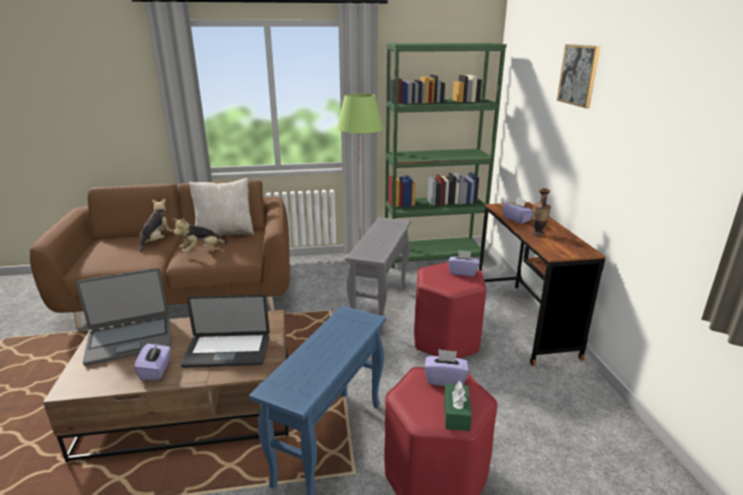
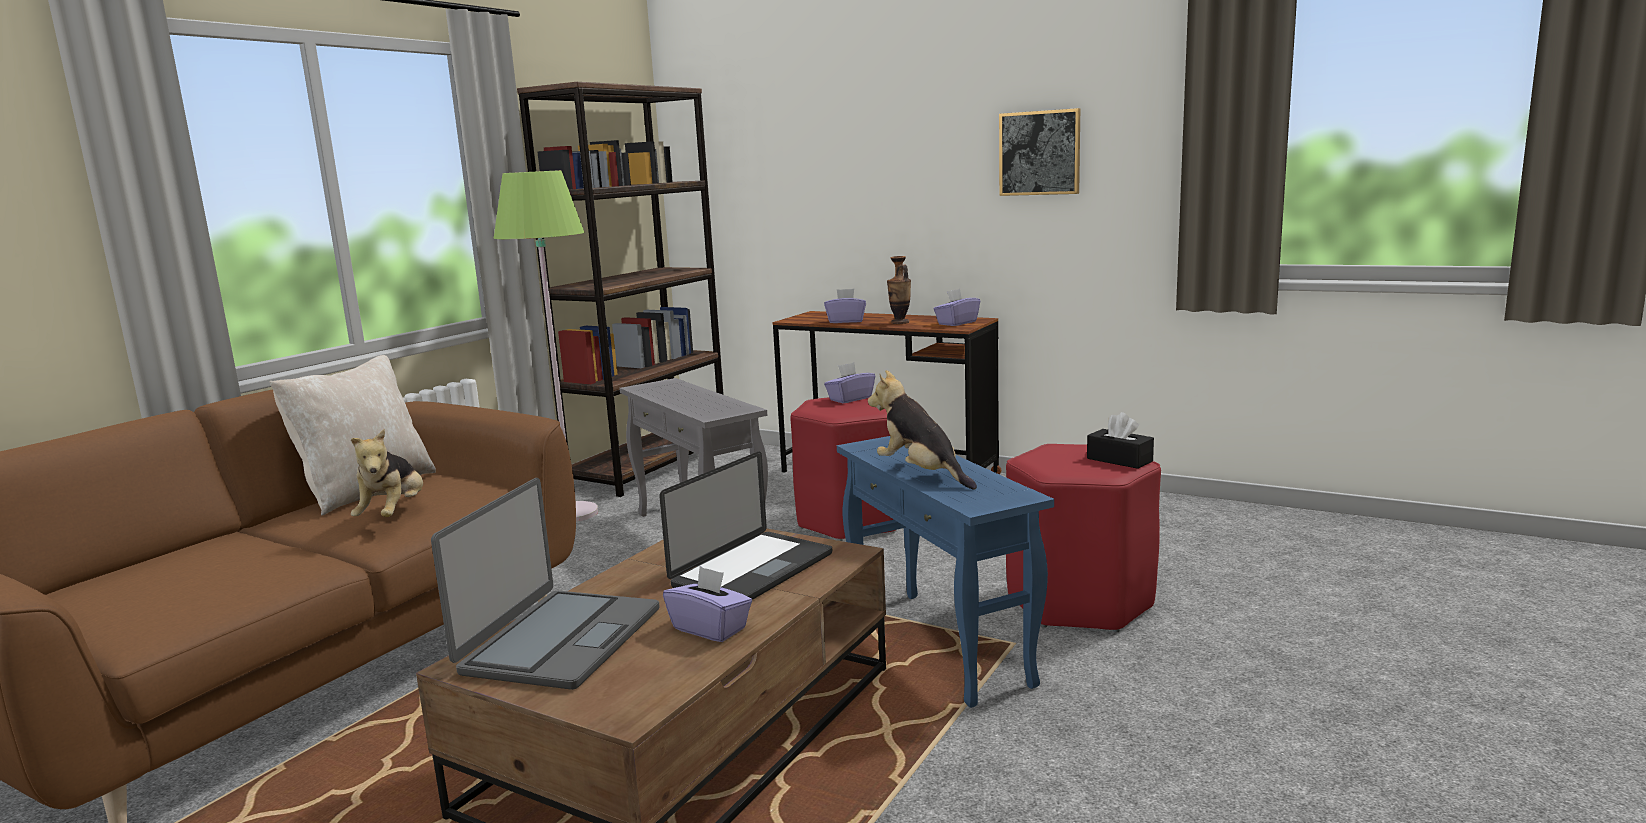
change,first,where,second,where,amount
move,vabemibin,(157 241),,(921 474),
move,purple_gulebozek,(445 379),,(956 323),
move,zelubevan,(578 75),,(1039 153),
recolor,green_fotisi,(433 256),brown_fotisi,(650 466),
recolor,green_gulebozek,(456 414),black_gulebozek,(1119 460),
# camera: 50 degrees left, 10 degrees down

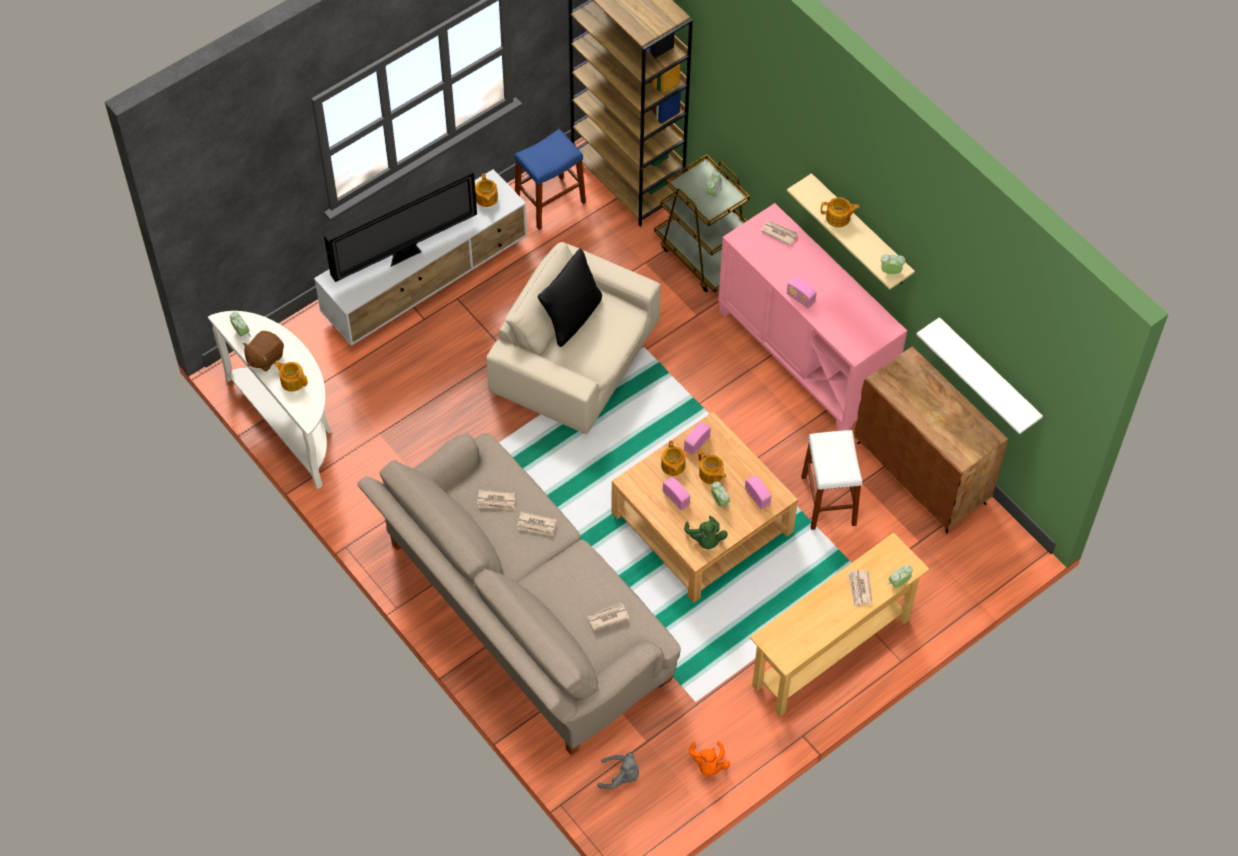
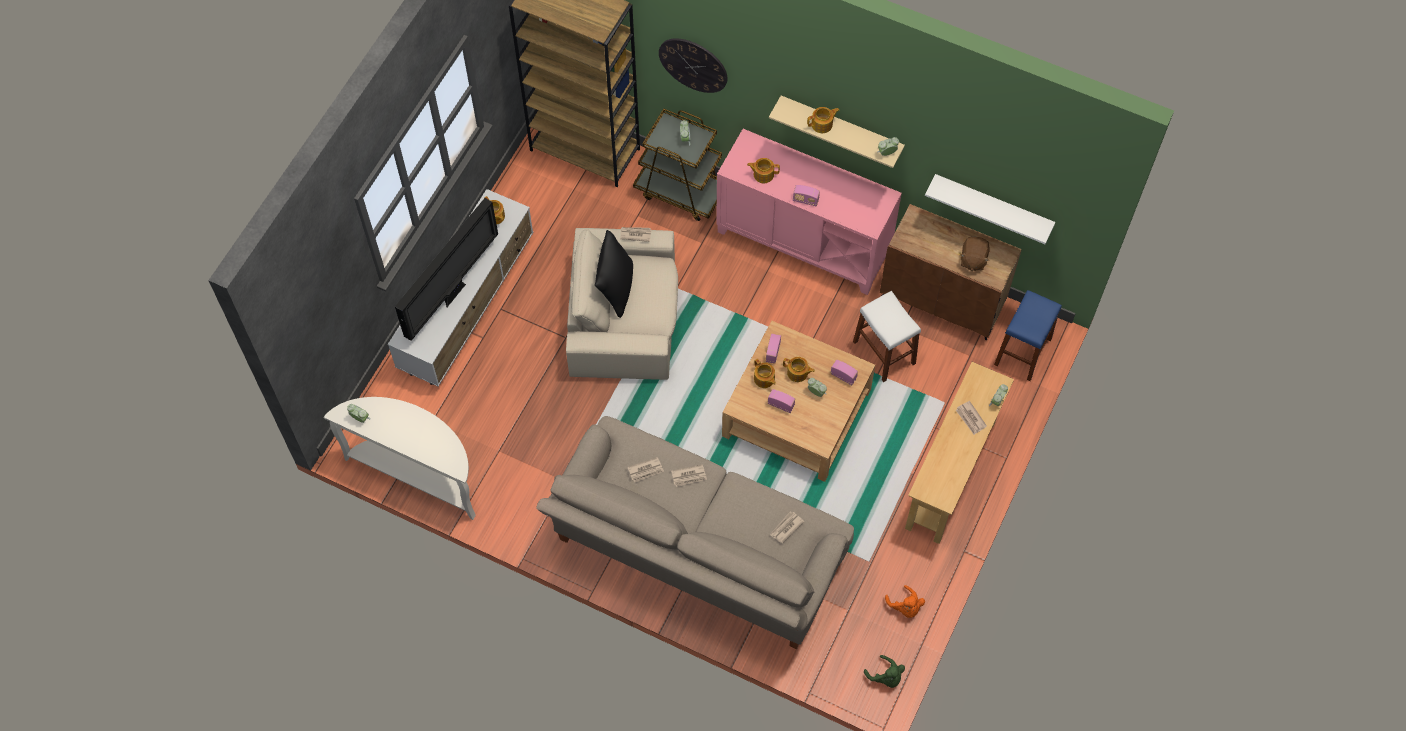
change,first,where,second,where,amount
delete,grey_vabemibin,(621 776),,,
insert,,,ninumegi,(693 65),
move,brown_vabemibin,(265 357),,(973 259),
move,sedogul,(292 381),,(763 174),
move,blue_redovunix,(550 202),,(1022 352),
move,green_vabemibin,(705 539),,(886 677),
move,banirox,(779 233),,(635 234),
# camera: 25 degrees left, 5 degrees up

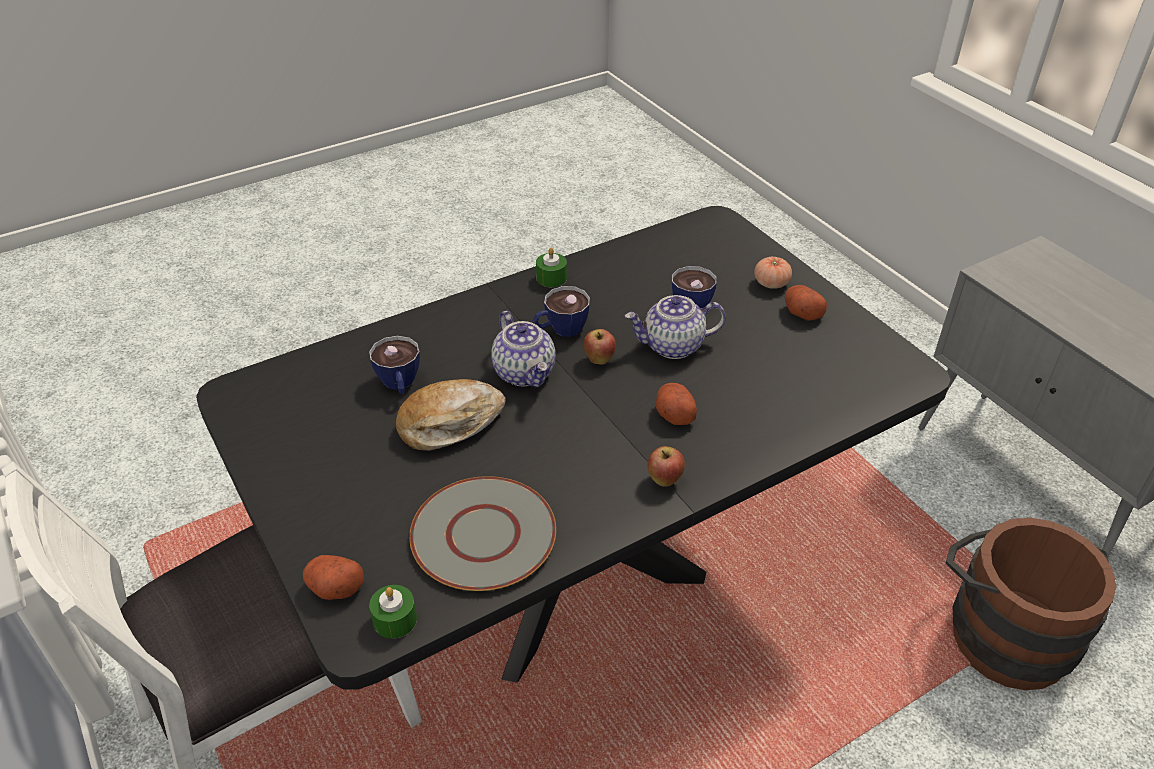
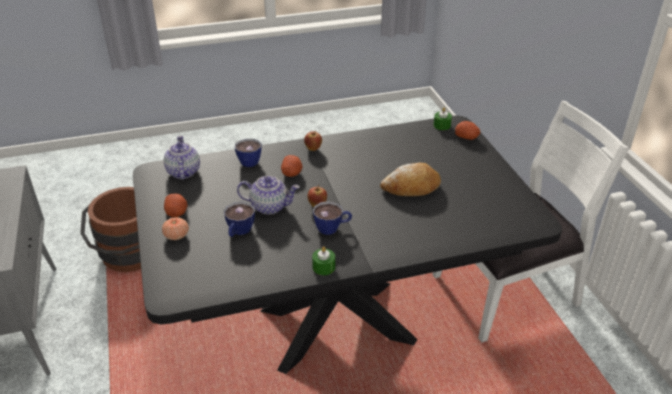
change,first,where,second,where,amount
delete,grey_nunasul,(484 535),,,
move,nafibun,(399 385),,(250 160),
move,sedogul,(525 373),,(183 172),
# camera: 165 degrees left, 5 degrees down

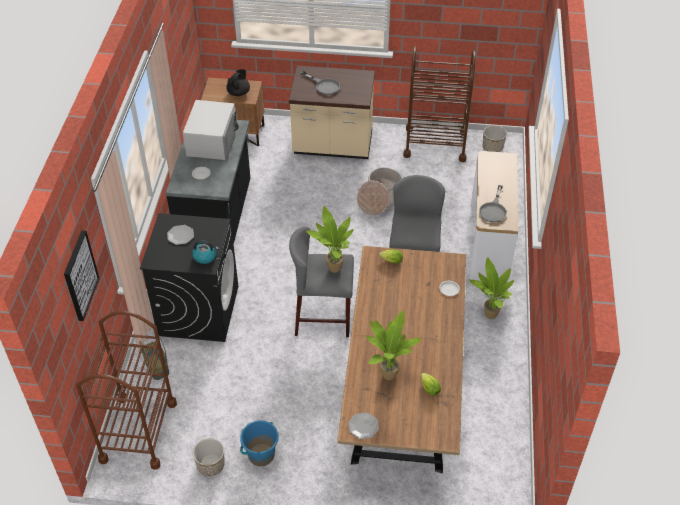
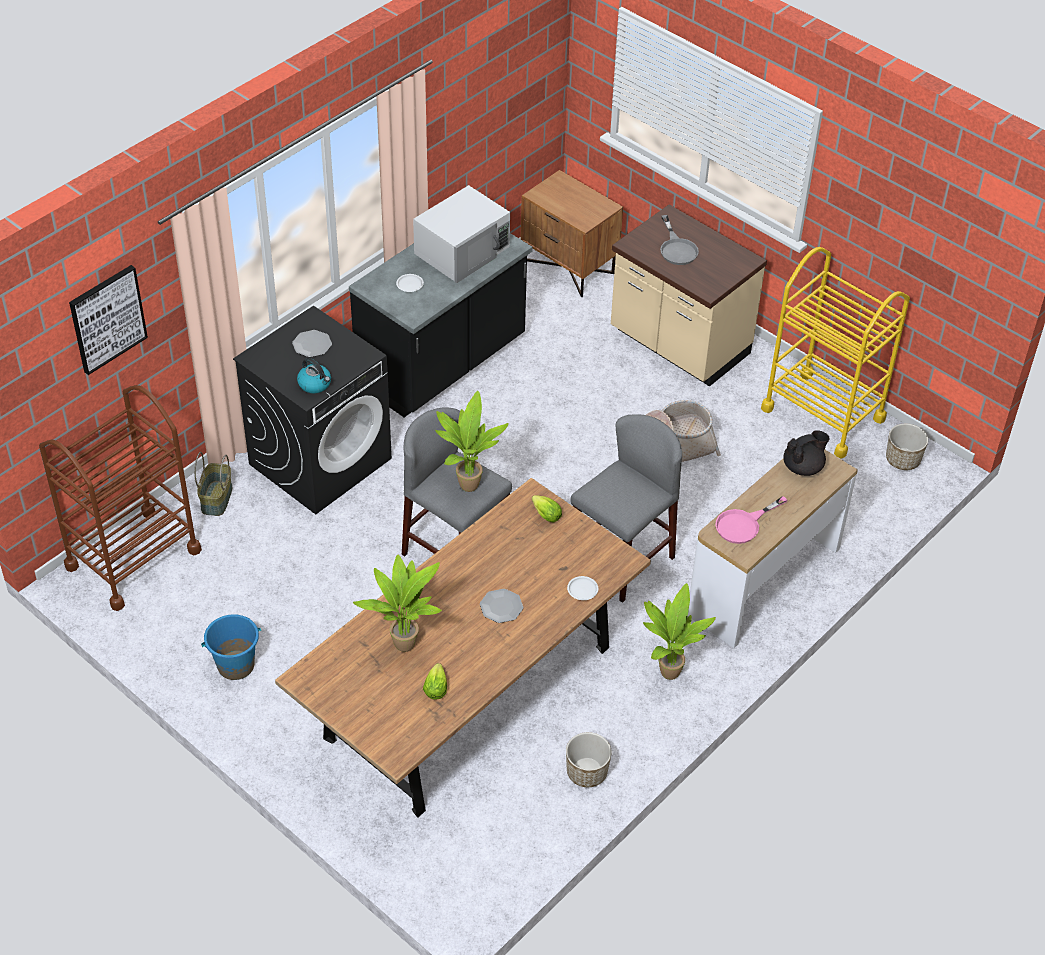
change,first,where,second,where,amount
move,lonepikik,(210 465),,(586 772),
move,black_sedogul,(239 92),,(803 467),
move,nunasul,(363 426),,(501 607),
recolor,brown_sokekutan,(435 144),yellow_sokekutan,(823 414),
recolor,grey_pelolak,(493 210),pink_pelolak,(743 524),
# camera: 35 degrees right, 0 degrees up

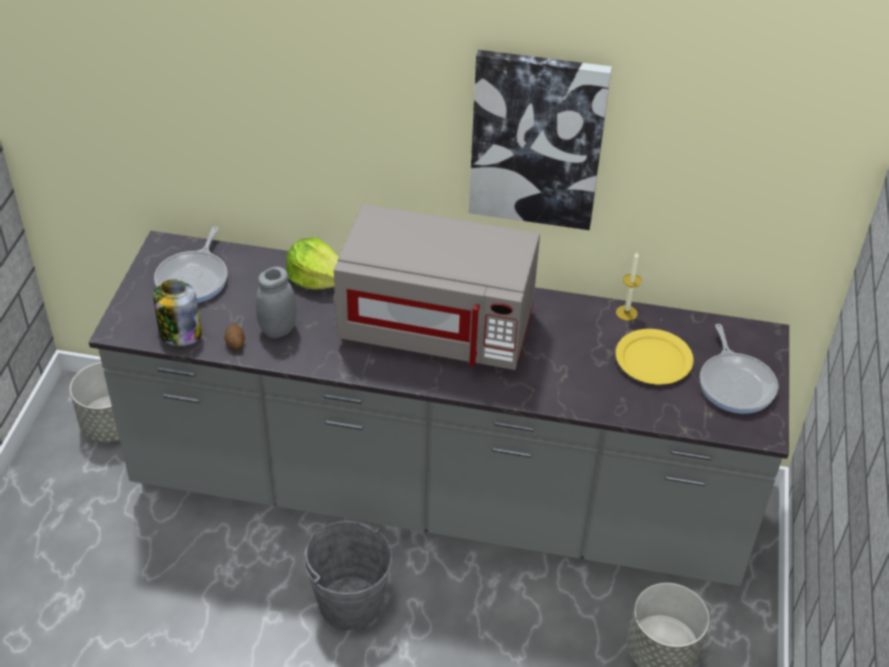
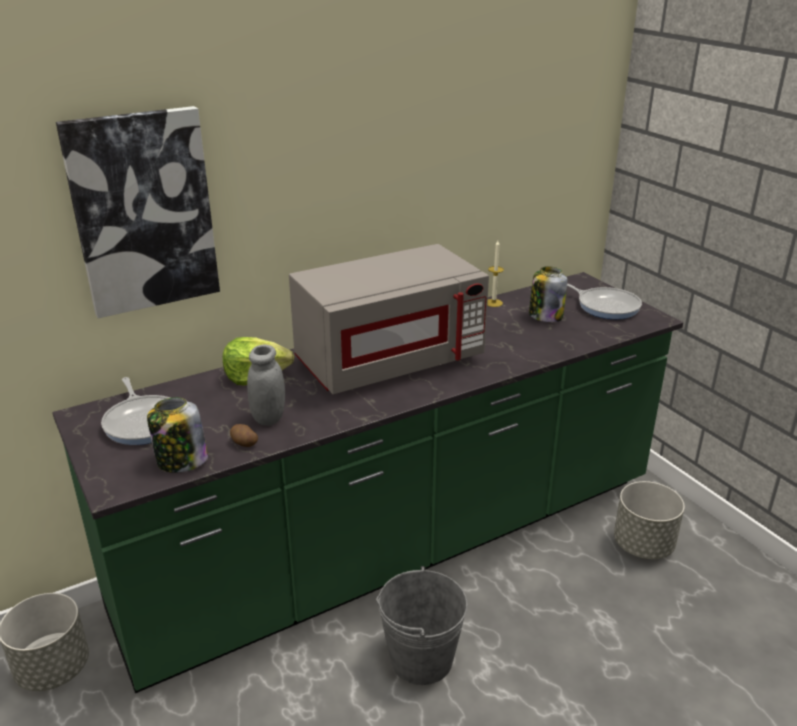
change,first,where,second,where,amount
move,zelubevan,(537 140),,(143 212),
replace,yellow_nunasul,(653 359),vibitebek,(545 316),
recolor,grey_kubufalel,(438 497),green_kubufalel,(398 547),
# camera: 40 degrees left, 15 degrees down

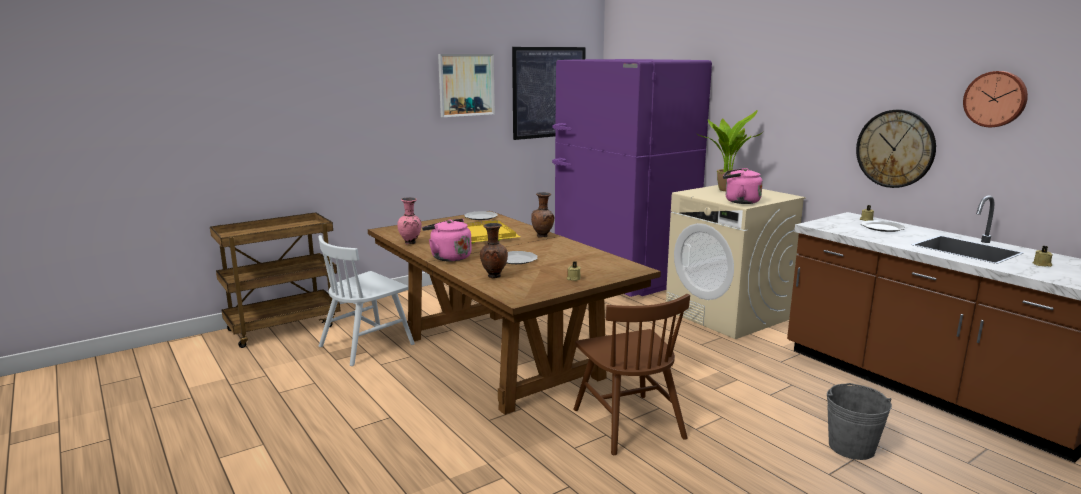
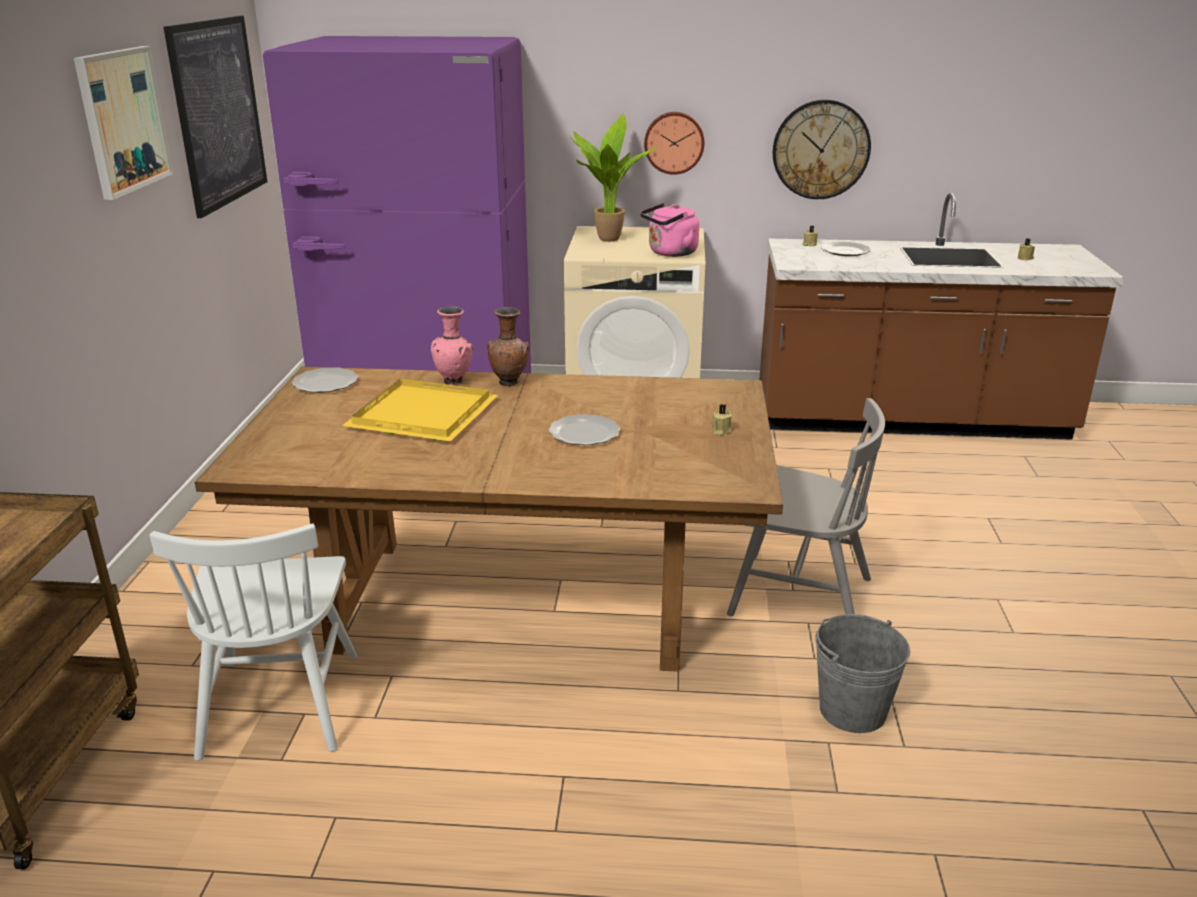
change,first,where,second,where,amount
delete,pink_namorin,(448 257),,,
delete,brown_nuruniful,(493 276),,,
move,pink_nuruniful,(411 243),,(454 382),
move,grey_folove,(851 447),,(852 710),
move,ninumegi,(995 99),,(674 142),
recolor,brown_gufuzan,(628 423),grey_gufuzan,(799 596),
# camera: 50 degrees left, 10 degrees up

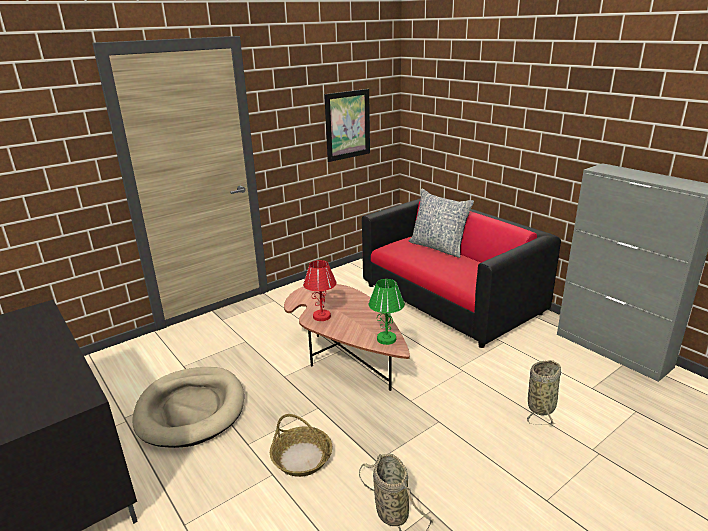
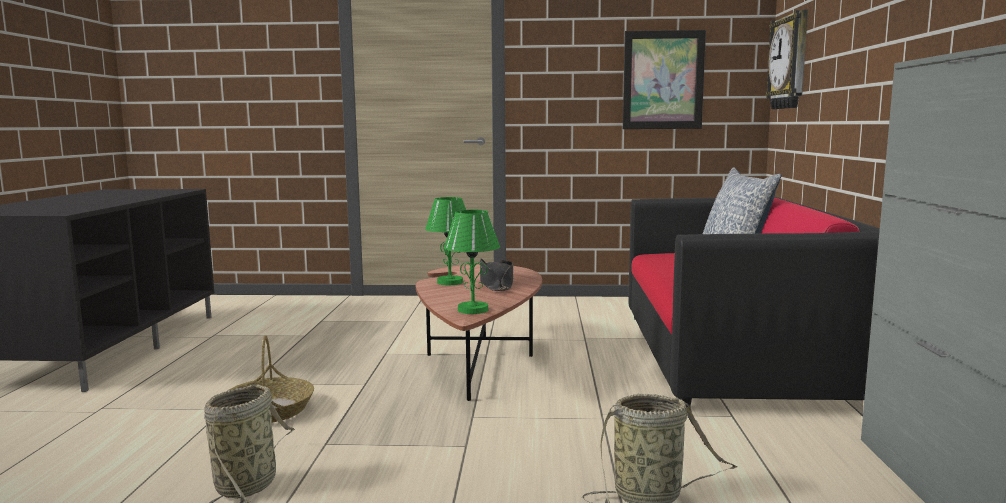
change,first,where,second,where,amount
delete,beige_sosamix,(191 409),,,
insert,,,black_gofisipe,(496 284),
insert,,,ninumegi,(790 62),
recolor,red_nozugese,(321 316),green_nozugese,(449 282),
# camera: 40 degrees right, 15 degrees down

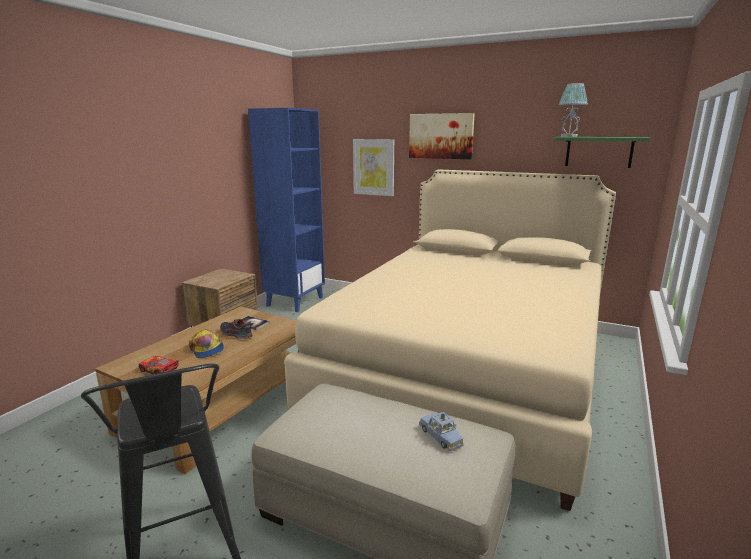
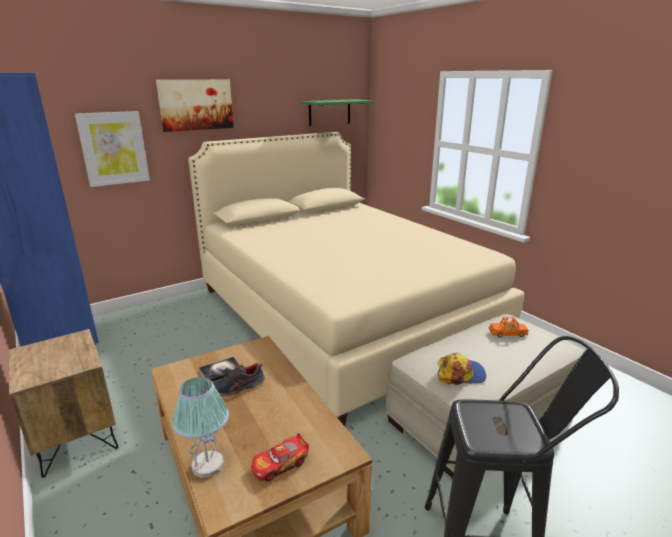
change,first,where,second,where,amount
move,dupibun,(207 349),,(460 374),
move,nozugese,(569 136),,(207 465),
recolor,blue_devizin,(441 436),orange_devizin,(507 333),
# camera: 60 degrees left, 5 degrees up

